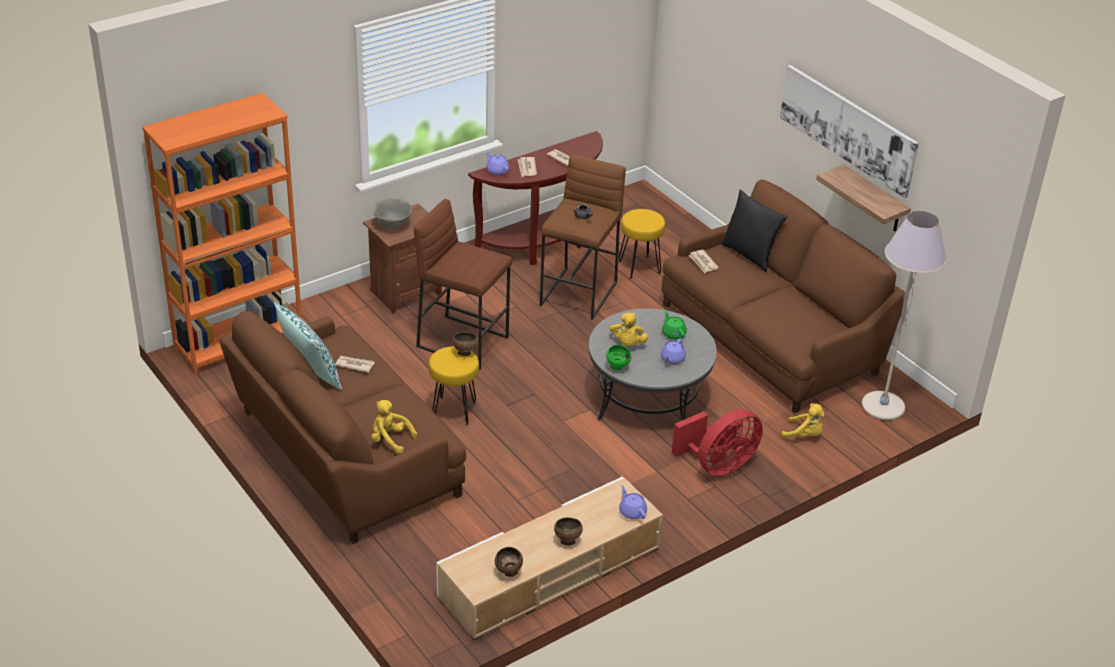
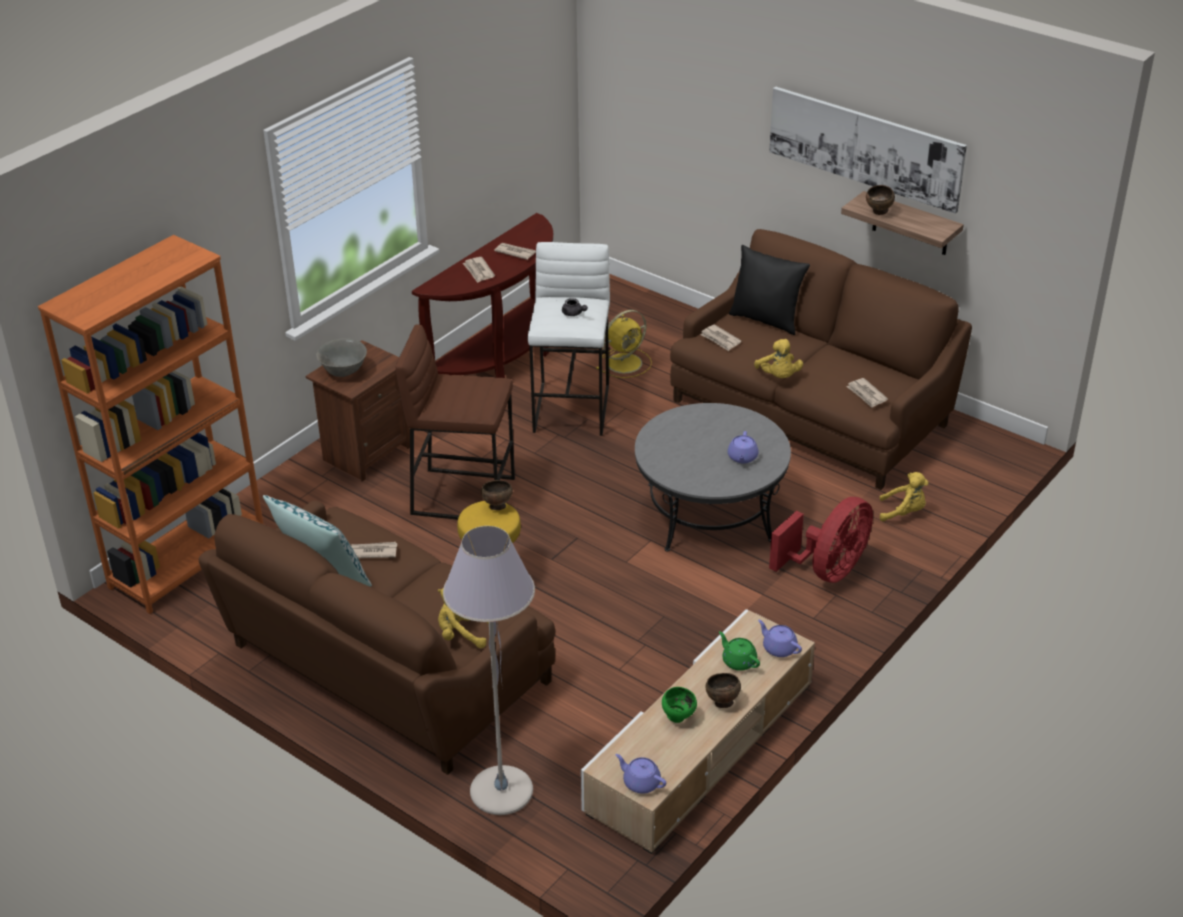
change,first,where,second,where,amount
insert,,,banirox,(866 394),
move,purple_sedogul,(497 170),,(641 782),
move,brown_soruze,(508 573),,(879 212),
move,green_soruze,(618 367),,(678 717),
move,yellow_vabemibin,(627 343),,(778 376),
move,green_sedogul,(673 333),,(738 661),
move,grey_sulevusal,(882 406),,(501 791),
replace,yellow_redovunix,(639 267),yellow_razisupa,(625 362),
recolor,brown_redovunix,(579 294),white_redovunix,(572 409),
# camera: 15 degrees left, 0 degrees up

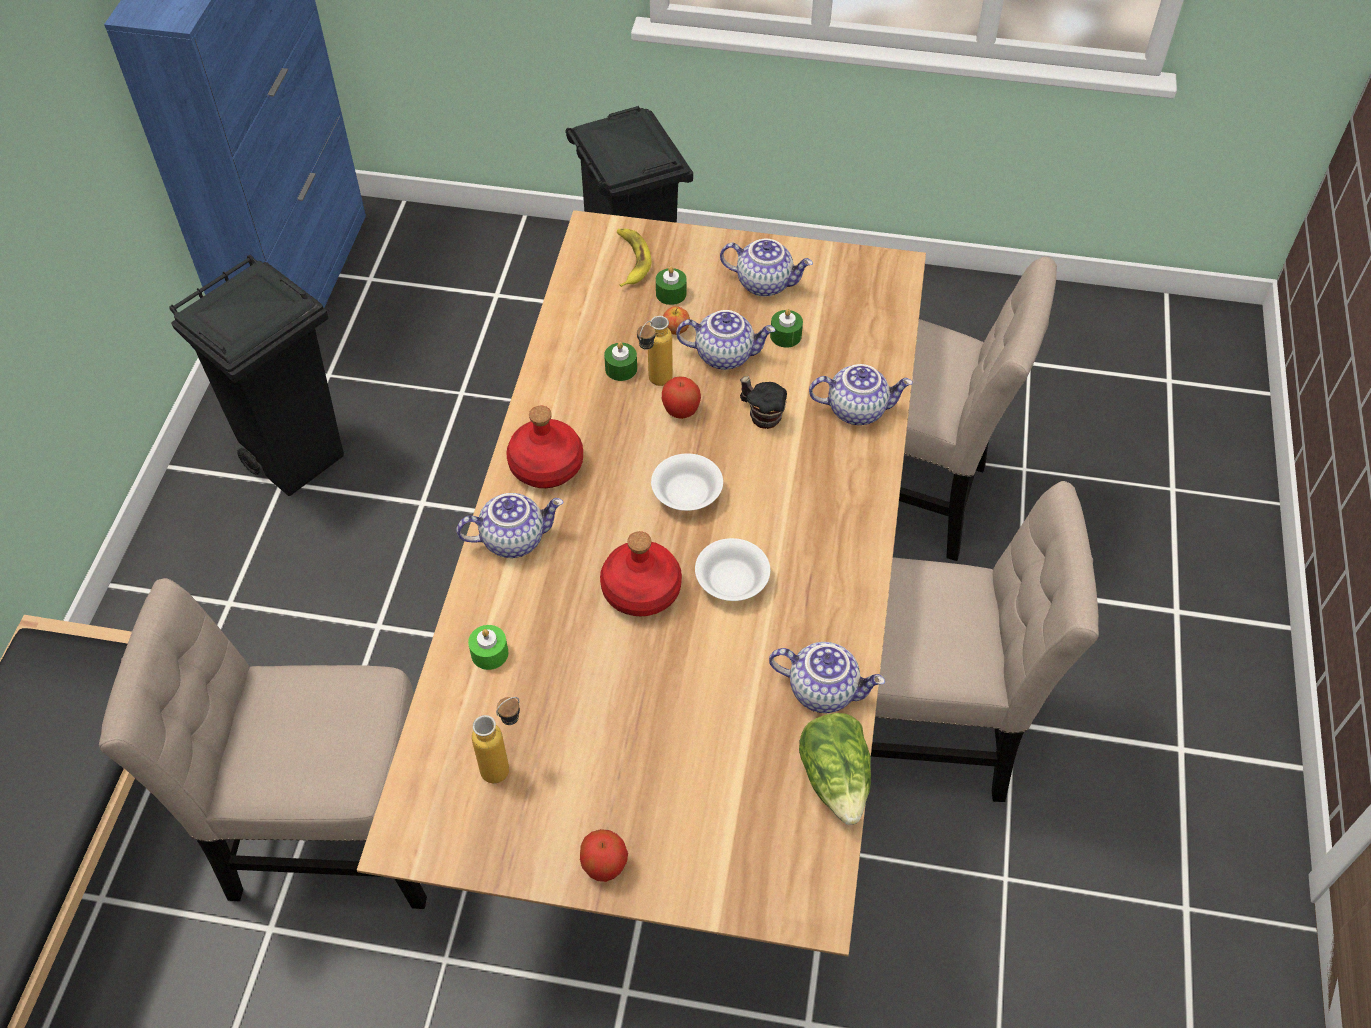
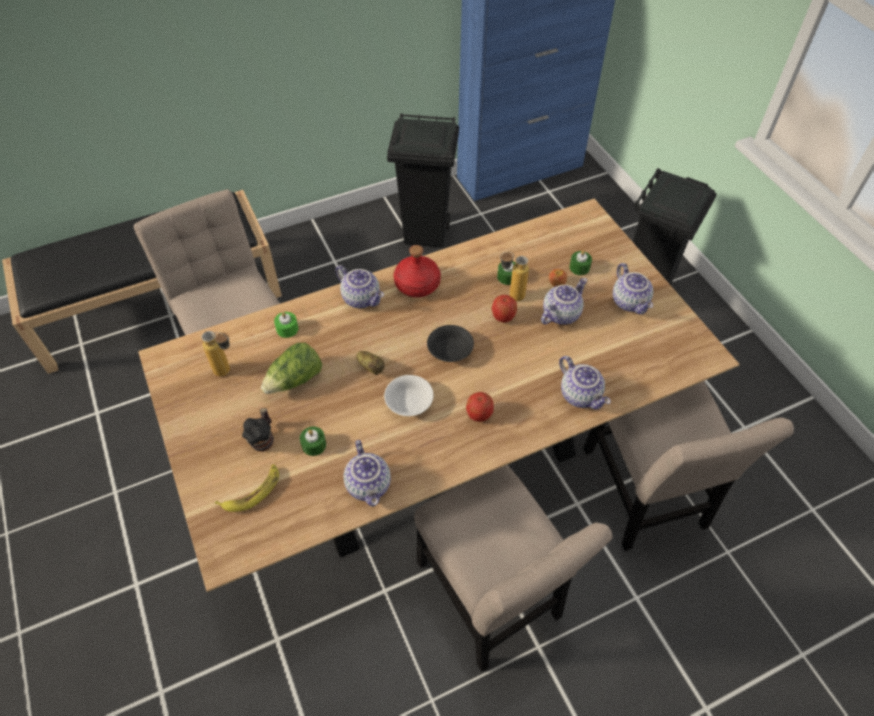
change,first,where,second,where,amount
move,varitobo,(604 865),,(479 414),
move,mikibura,(630 260),,(252 491),
move,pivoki,(761 415),,(263 439),
move,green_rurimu,(785 335),,(314 445),
move,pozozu,(836 778),,(295 380),
replace,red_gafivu,(642 591),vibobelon,(371 367),
recolor,white_soruze,(687 494),black_soruze,(449 351),
rotate,sedogul,(725 354),,(560 314),105 degrees counterclockwise
# camera: 55 degrees right, 0 degrees up

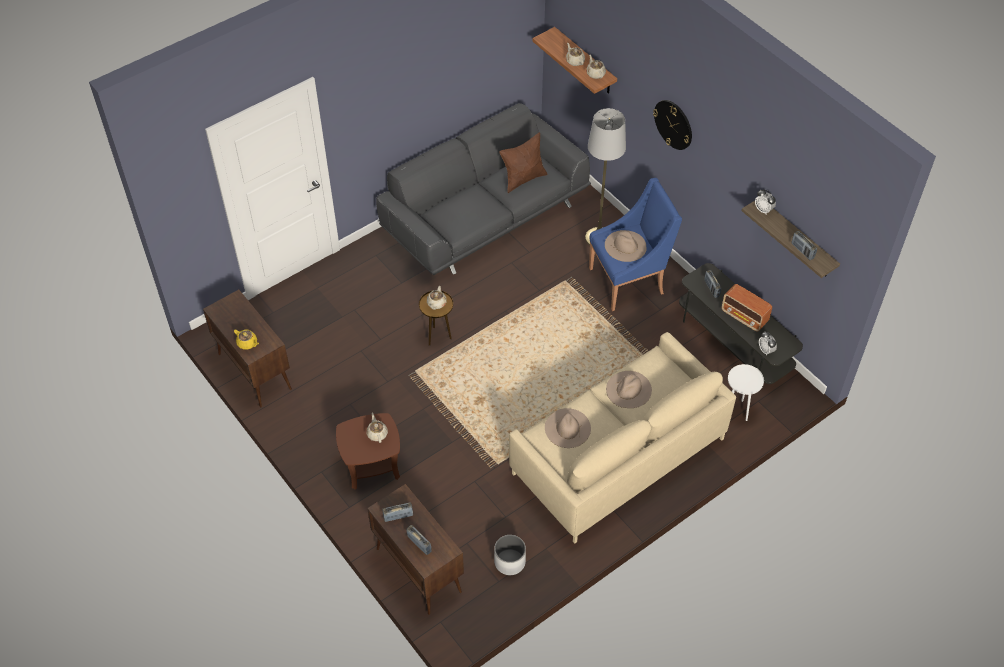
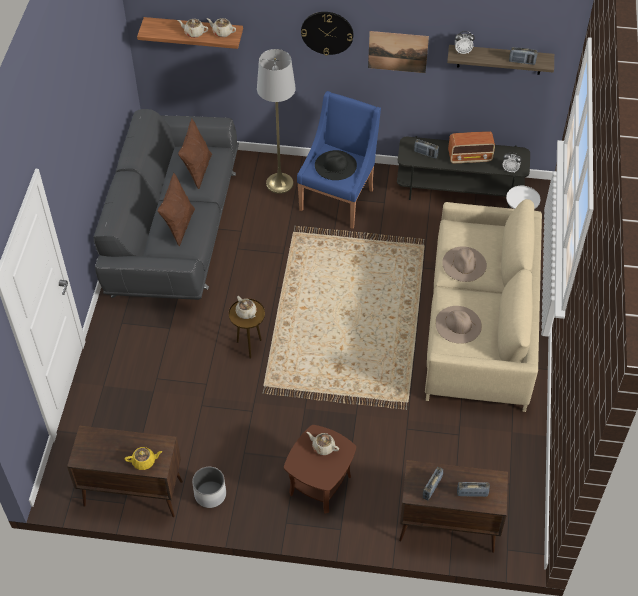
change,first,where,second,where,amount
insert,,,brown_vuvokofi,(179 225),
insert,,,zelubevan,(398 51),
move,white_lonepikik,(510 562),,(210 494),
recolor,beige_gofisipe,(625 246),black_gofisipe,(335 165),
# camera: 45 degrees left, 0 degrees up

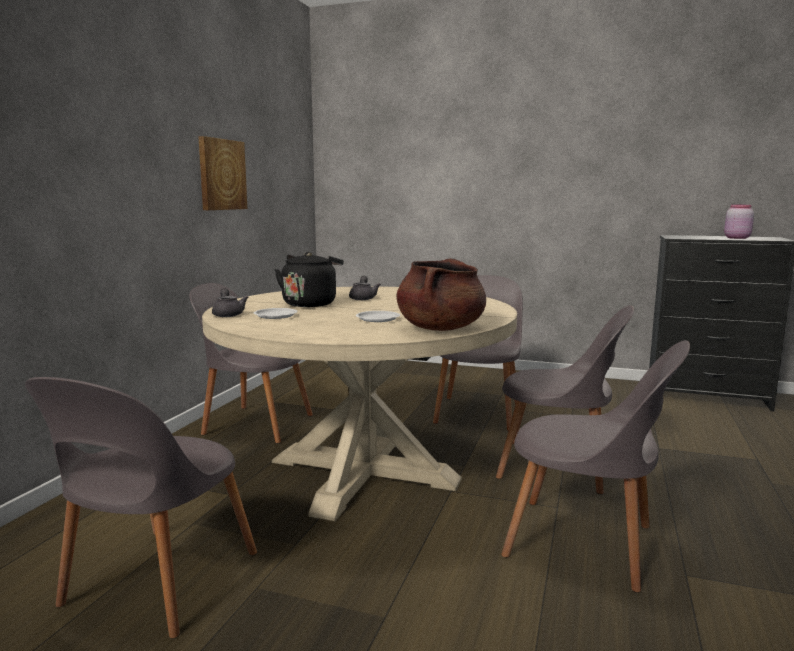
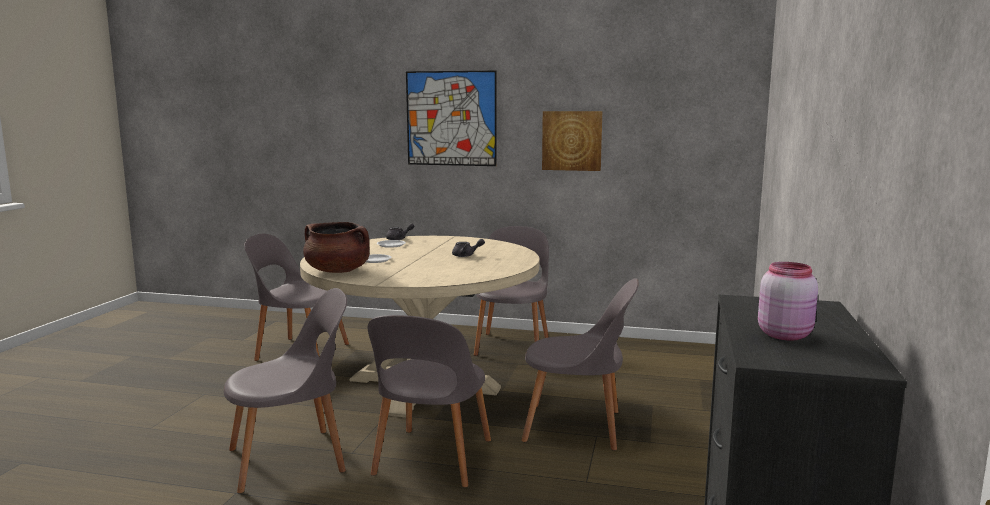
change,first,where,second,where,amount
delete,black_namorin,(310 303),,,
insert,,,zelubevan,(451 118),
rotate,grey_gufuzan,(586 544),,(292 459),135 degrees counterclockwise
# camera: 85 degrees right, 0 degrees up

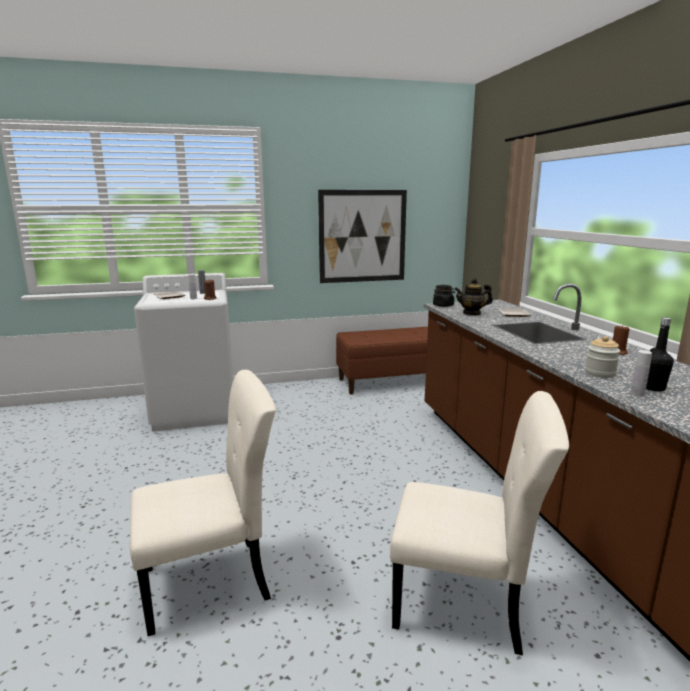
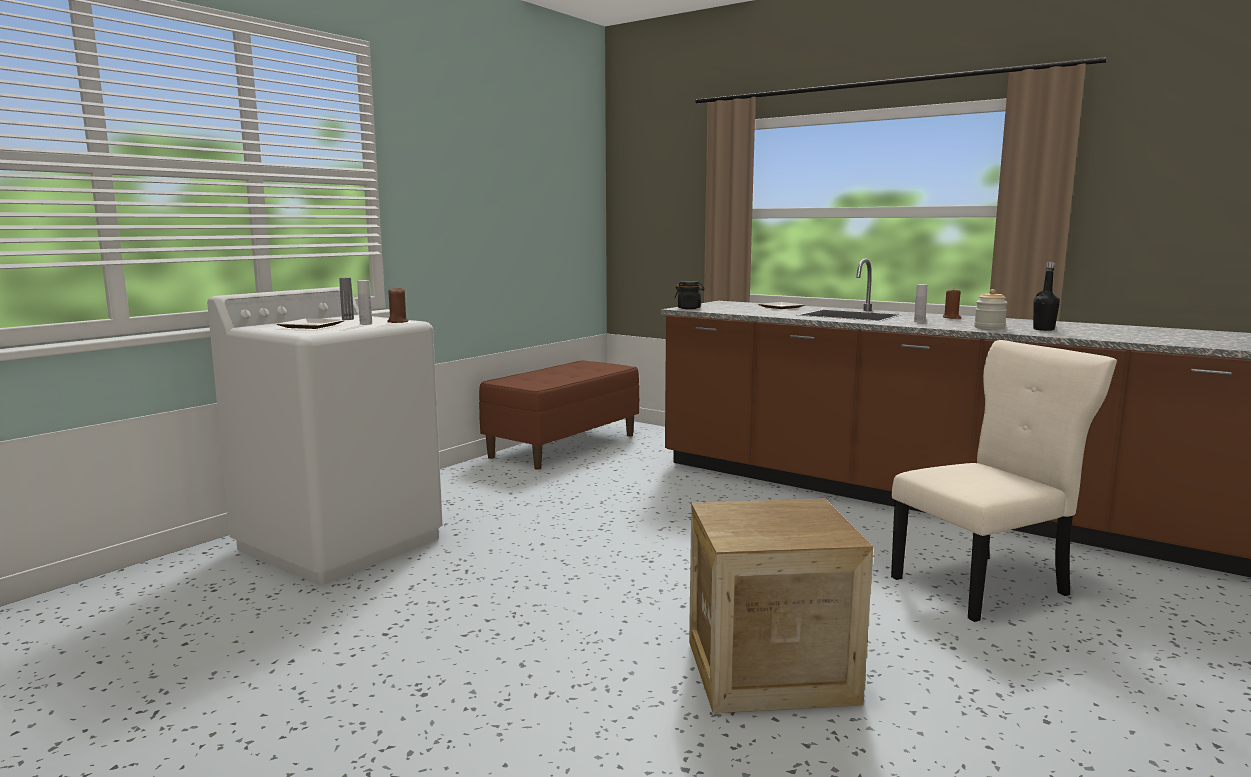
change,first,where,second,where,amount
delete,zelubevan,(362 236),,,
delete,sedogul,(472 313),,,
move,white_gafivu,(637 394),,(919 322),
replace,beige_gufuzan,(212 582),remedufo,(770 671),
# camera: 40 degrees left, 5 degrees down

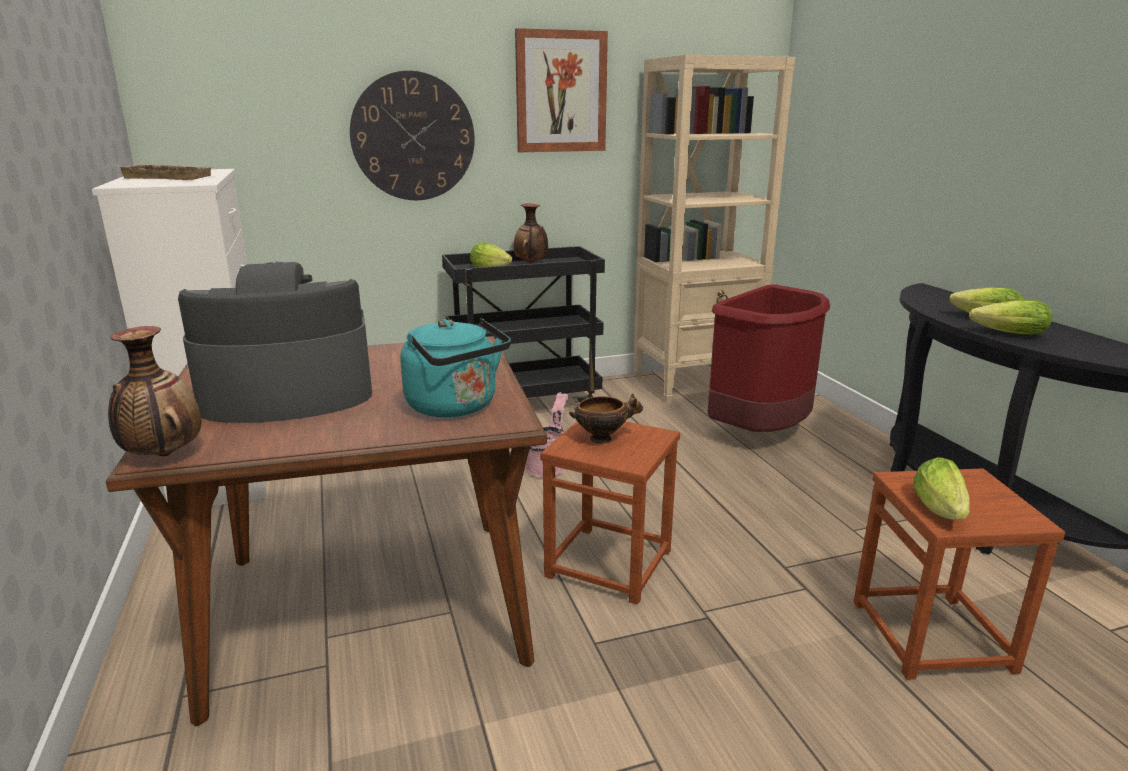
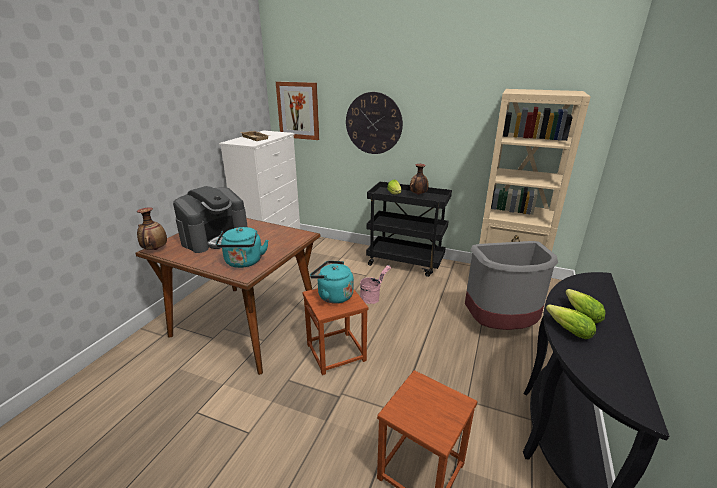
change,first,where,second,where,amount
delete,pozozu,(941 511),,,
move,zelubevan,(561 92),,(298 110),
replace,soruze,(603 438),turquoise_namorin,(333 296),
recolor,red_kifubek,(761 432),grey_kifubek,(501 325),
rotate,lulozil,(287 394),,(215 238),105 degrees clockwise
# camera: 40 degrees right, 5 degrees up

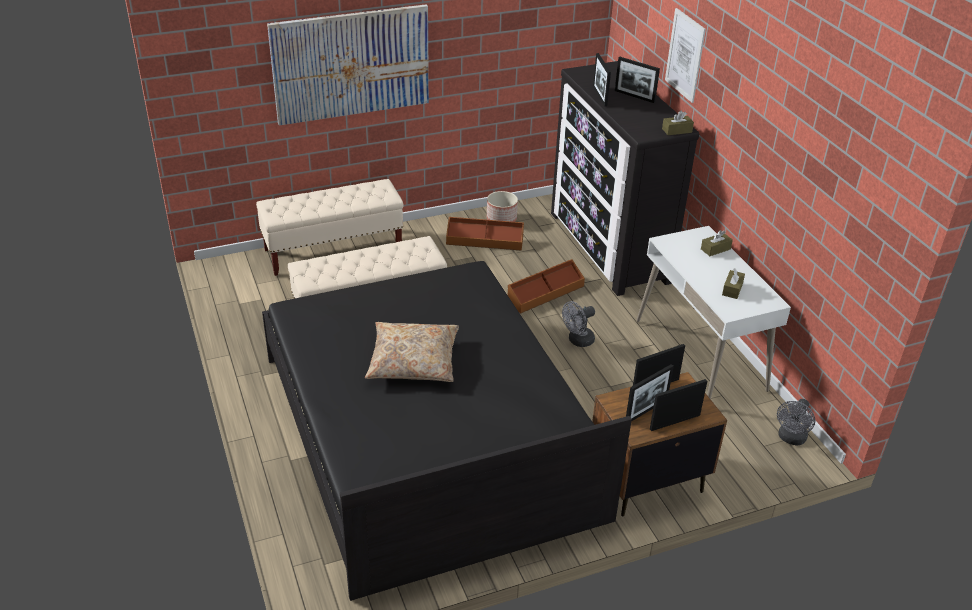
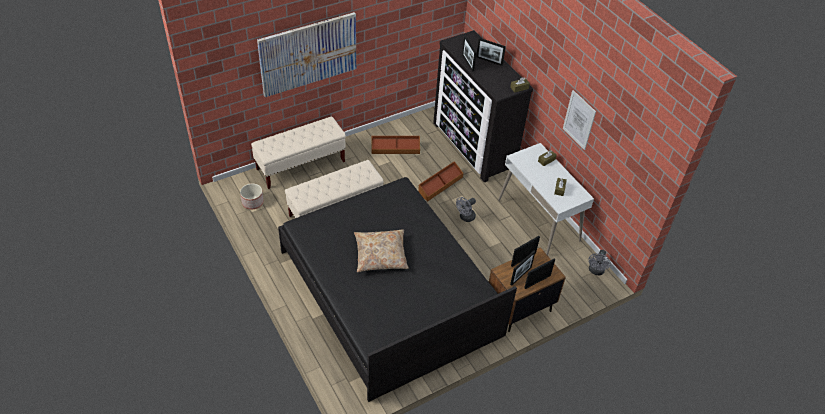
change,first,where,second,where,amount
move,lonepikik,(501 218),,(252 202),
move,zelubevan,(685 55),,(579 120),
# camera: 10 degrees left, 10 degrees up

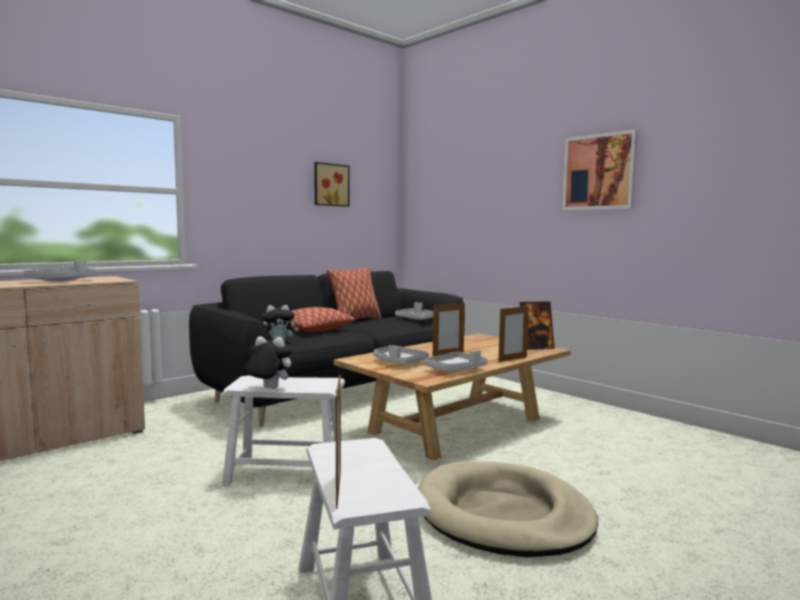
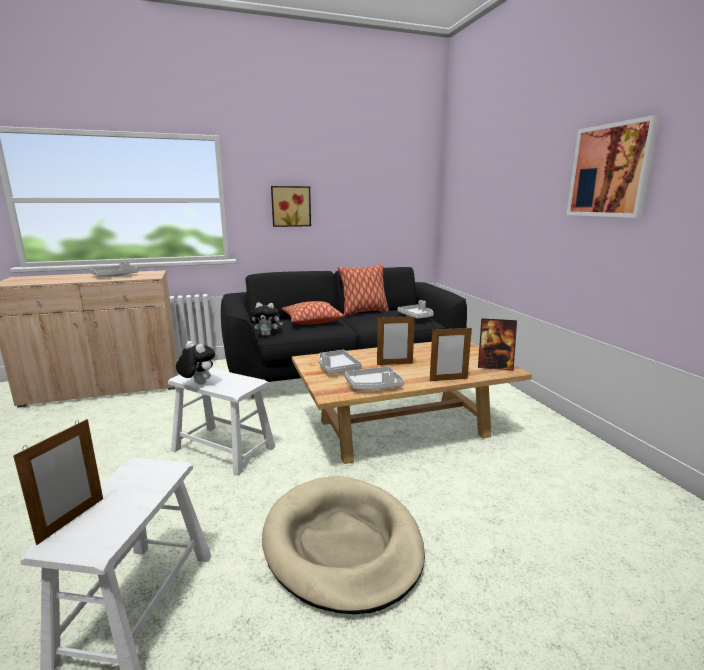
change,first,where,second,where,amount
move,zelubevan,(330 185),,(291 206),
# camera: 25 degrees right, 10 degrees up

